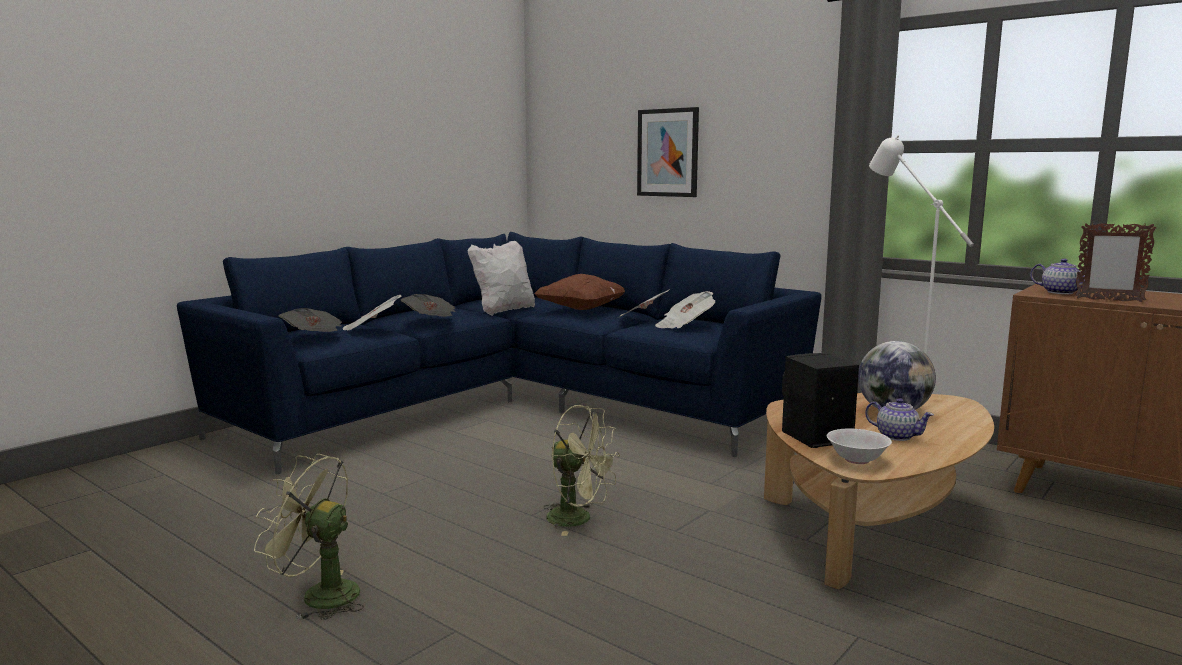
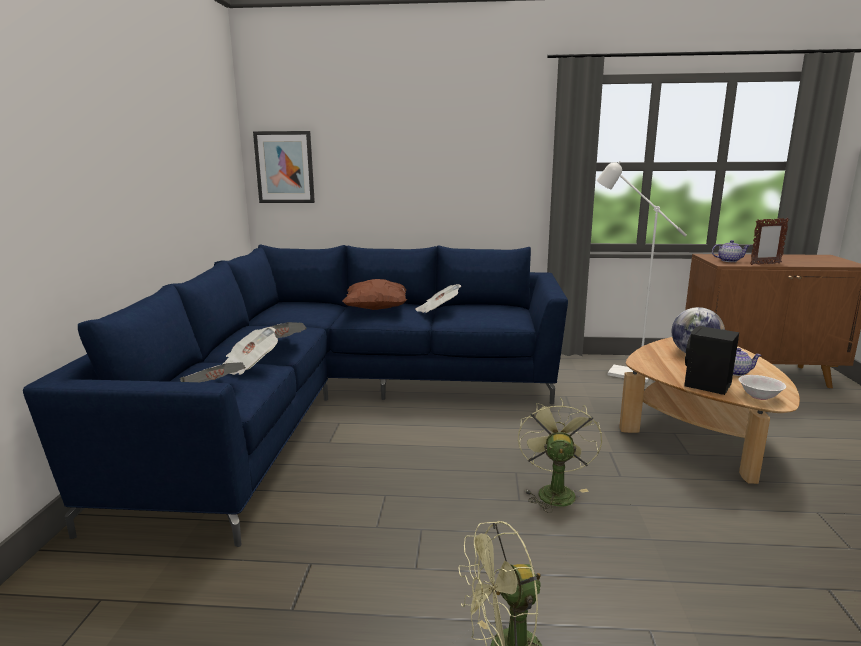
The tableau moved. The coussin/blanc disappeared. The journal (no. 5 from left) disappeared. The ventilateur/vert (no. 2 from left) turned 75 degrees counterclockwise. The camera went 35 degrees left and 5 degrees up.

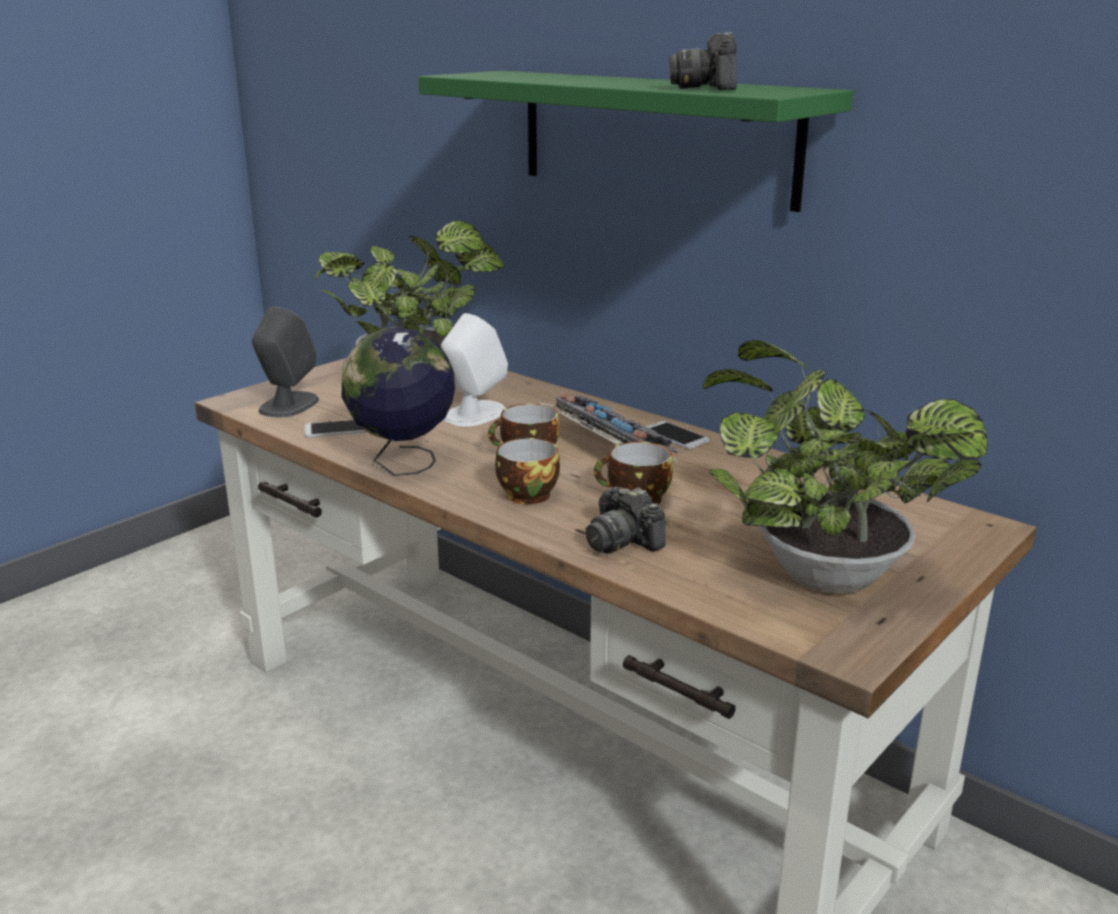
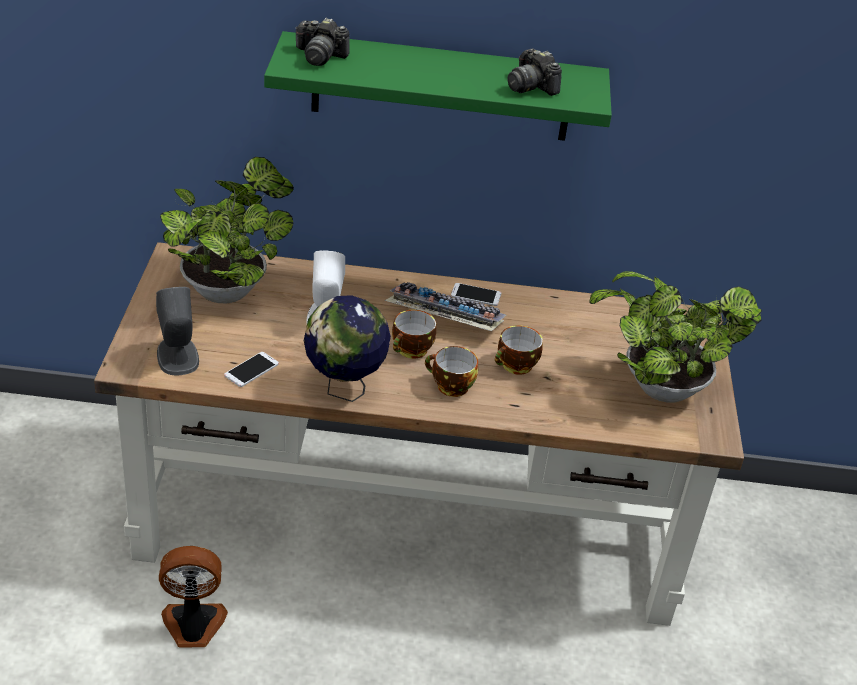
The appareil photo (no. 1 from left) moved. The ventilateur appeared. The camera went 40 degrees left and 15 degrees up.

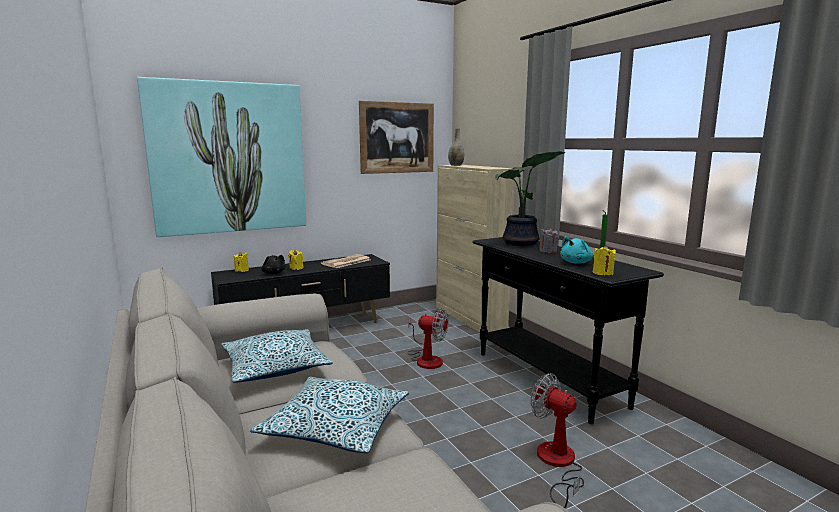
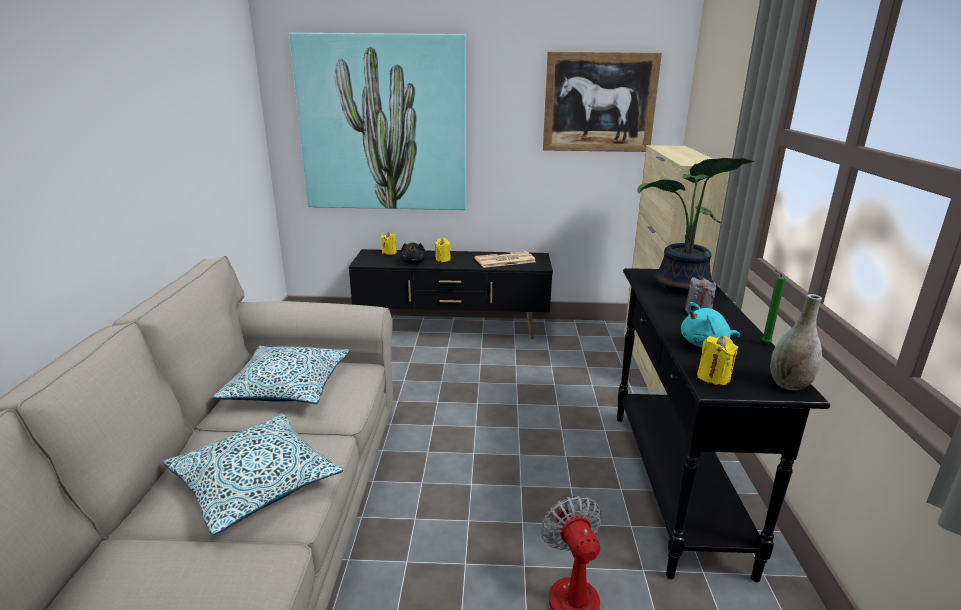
The vase/gris moved. The ventilateur (no. 1 from left) disappeared. The camera went 30 degrees right and 10 degrees up.

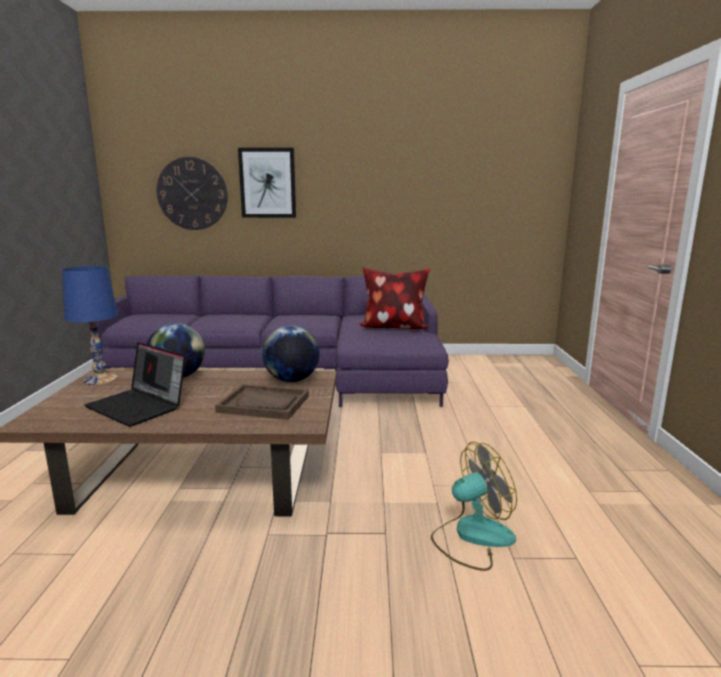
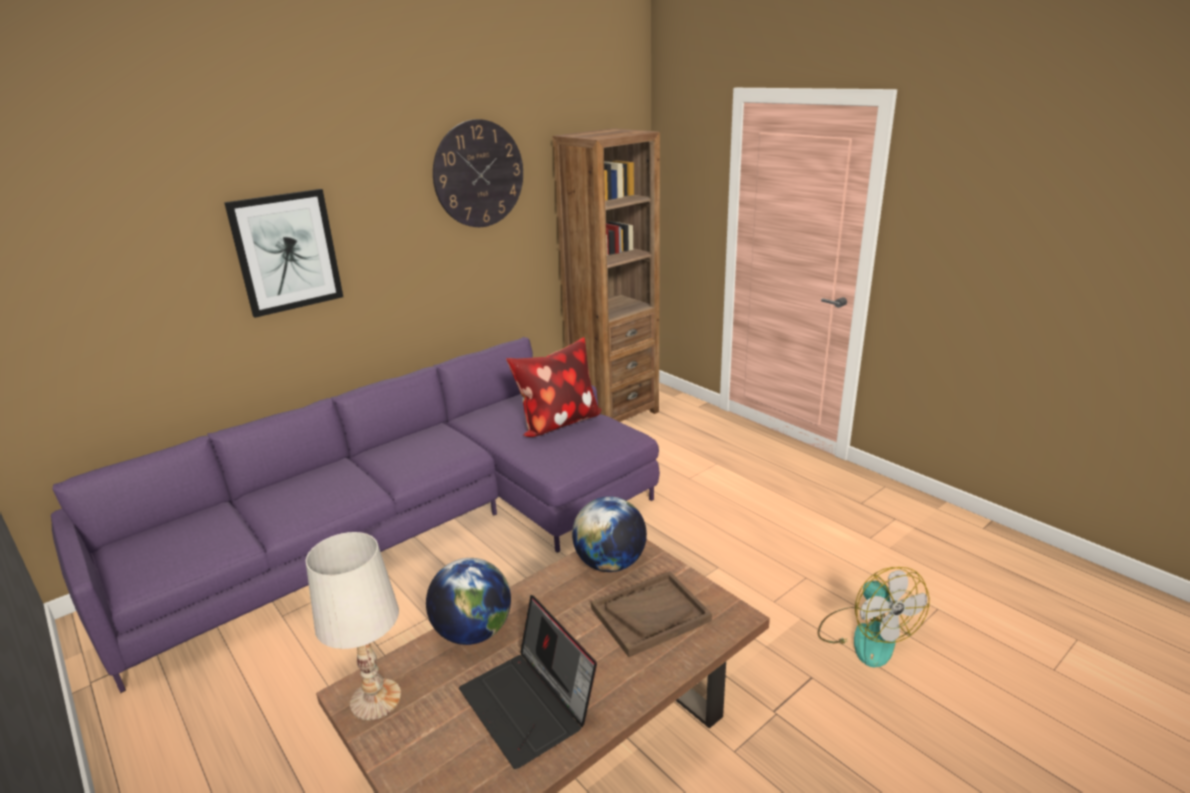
The horloge murale moved. The lampe de table/bleu became the lampe de table/blanc. The ordinateur portable turned 60 degrees clockwise. The ventilateur turned 135 degrees clockwise. The bibliothèque/marron appeared. The camera went 40 degrees left and 10 degrees up.

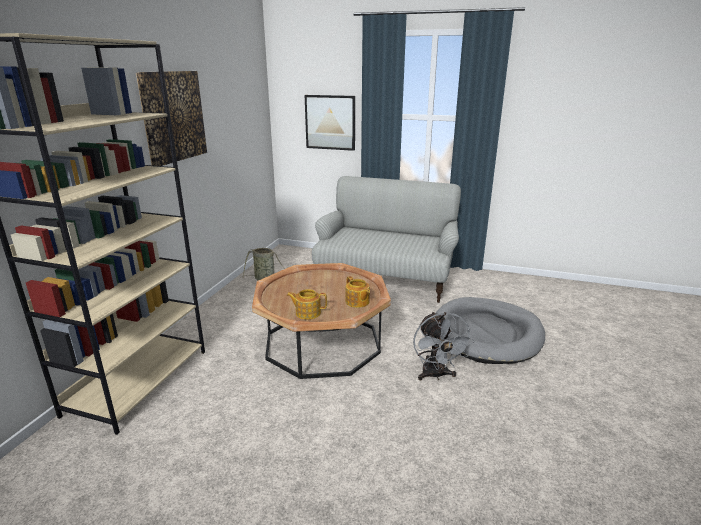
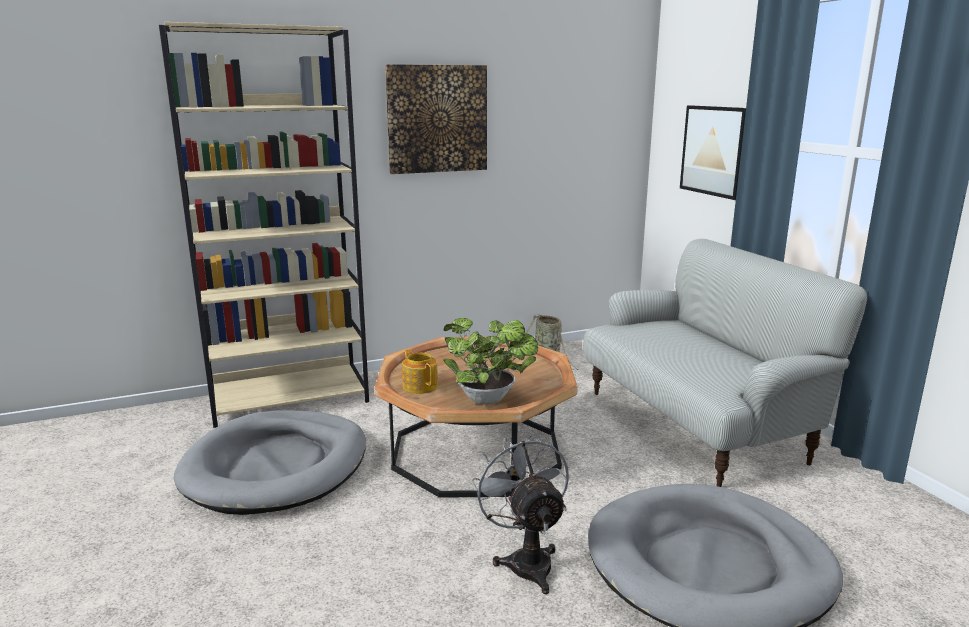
The théière (no. 2 from left) was replaced by the plante en pot. The ventilateur/gris turned 120 degrees clockwise. The panier pour chien/gris (no. 1 from left) appeared. The camera went 50 degrees right and 5 degrees down.

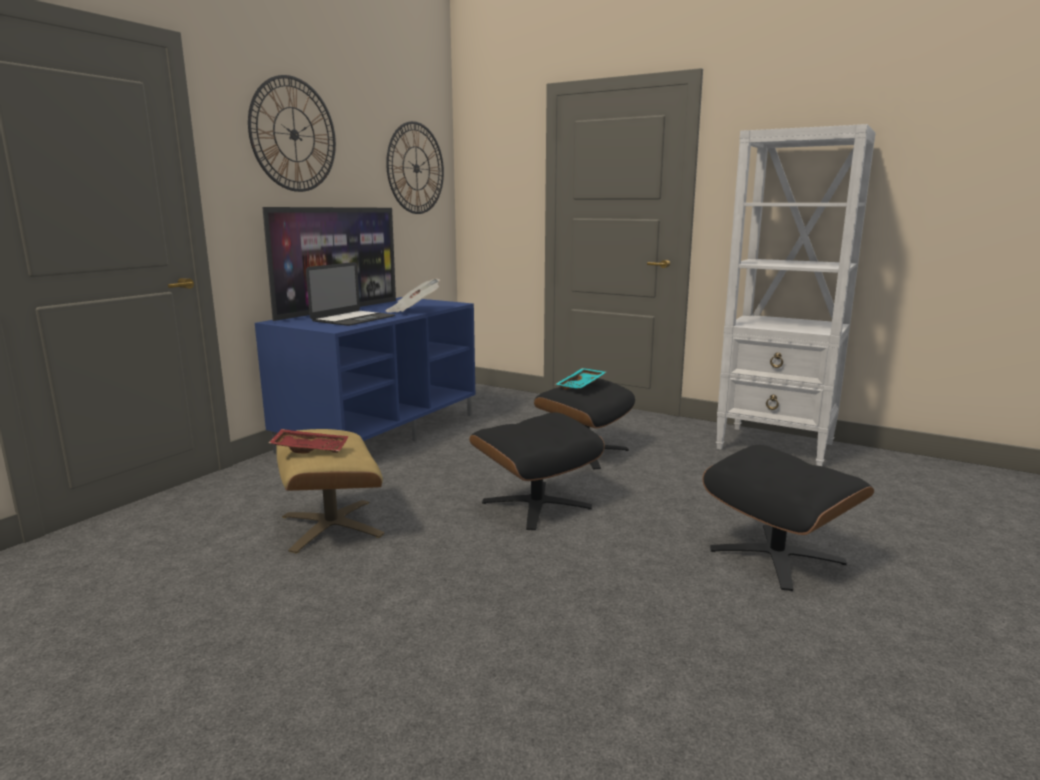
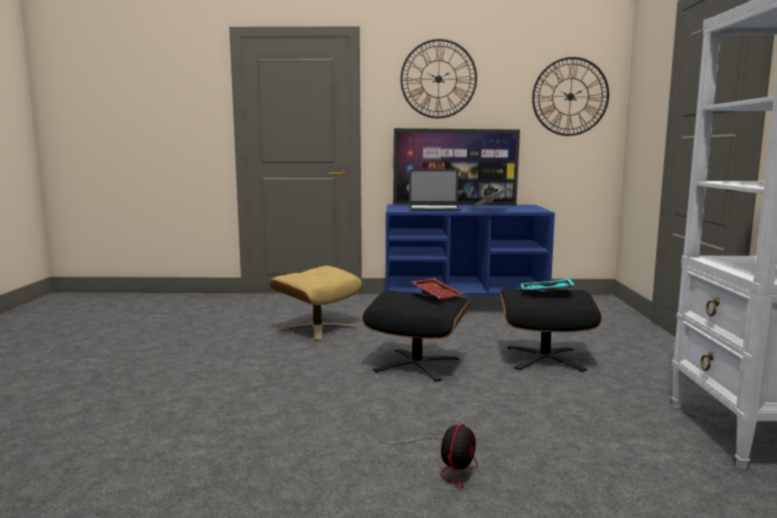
The plateau/rouge moved. The pouf/noir (no. 3 from left) was replaced by the ventilateur. The camera went 60 degrees right and 5 degrees down.

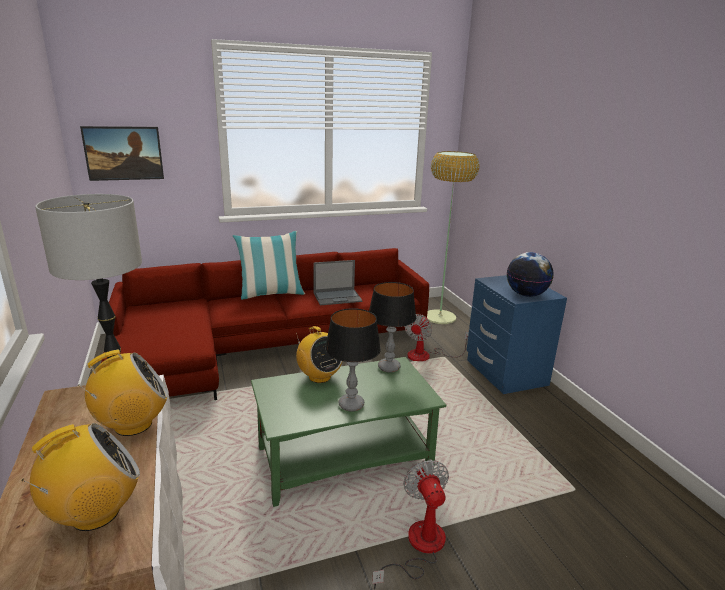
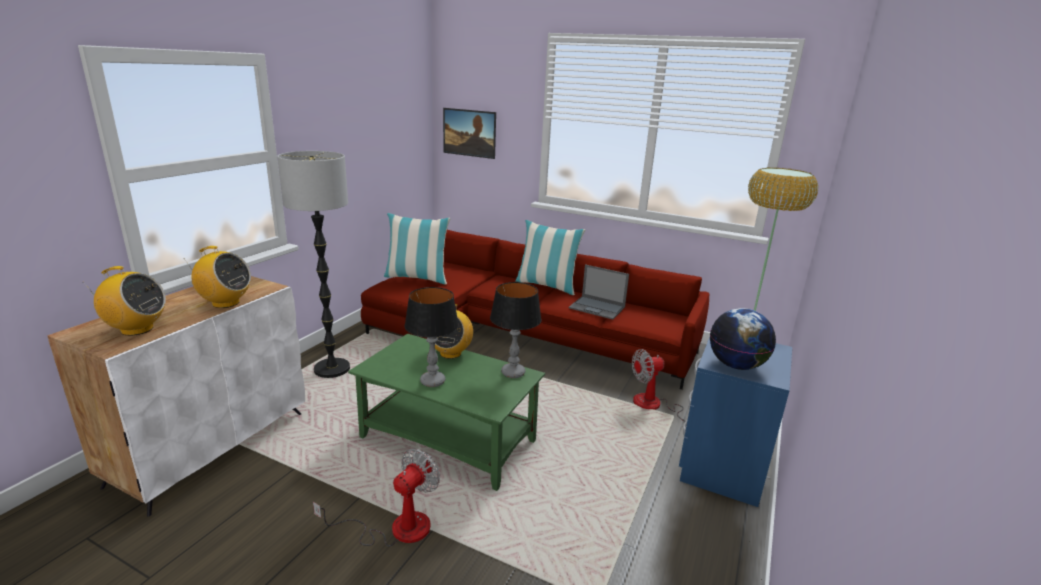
The coussin (no. 1 from left) appeared. The camera went 45 degrees right and 0 degrees up.

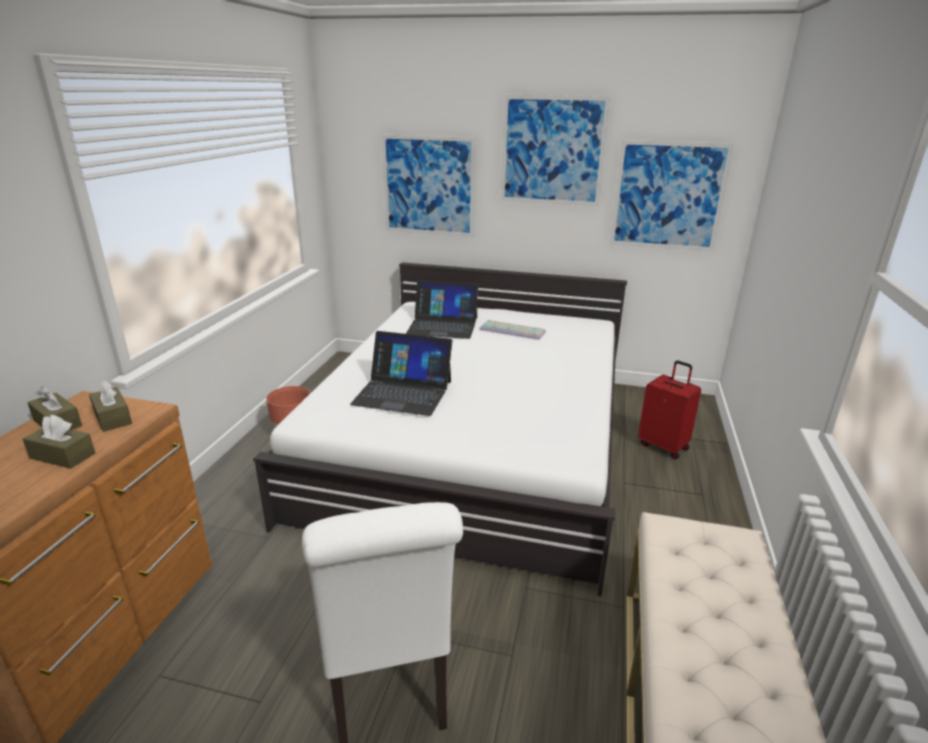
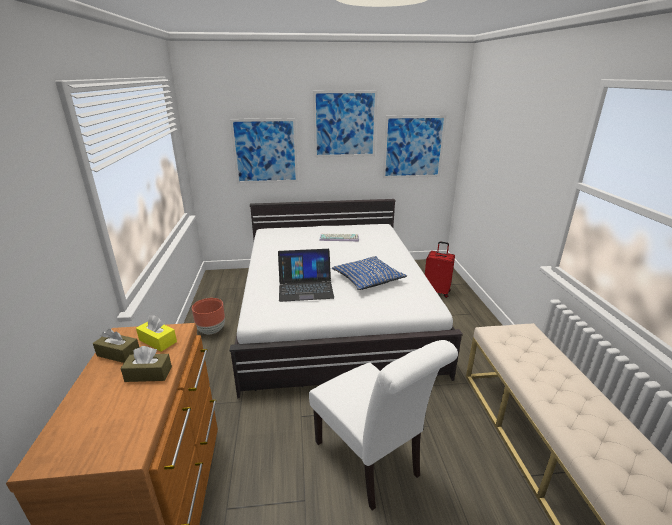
The ordinateur portable (no. 2 from left) disappeared. The boîte à mouchoirs/marron (no. 3 from left) became the boîte à mouchoirs/jaune. The coussin/bleu appeared. The camera went 20 degrees left and 0 degrees up.

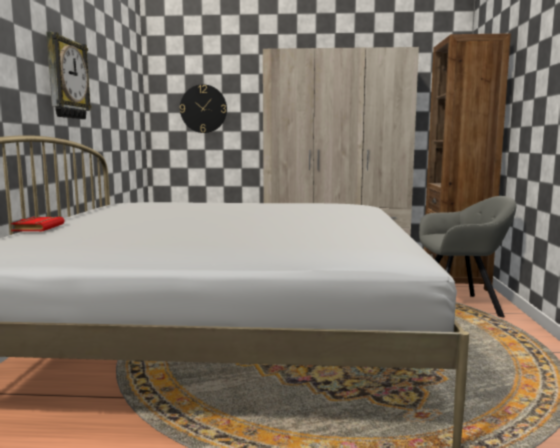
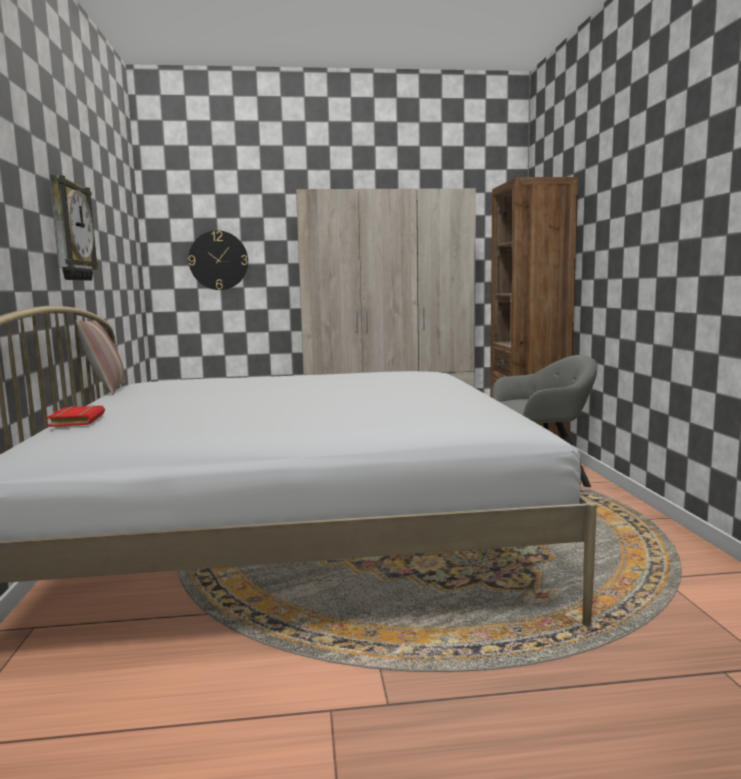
The coussin appeared. The camera went 10 degrees left and 0 degrees up.

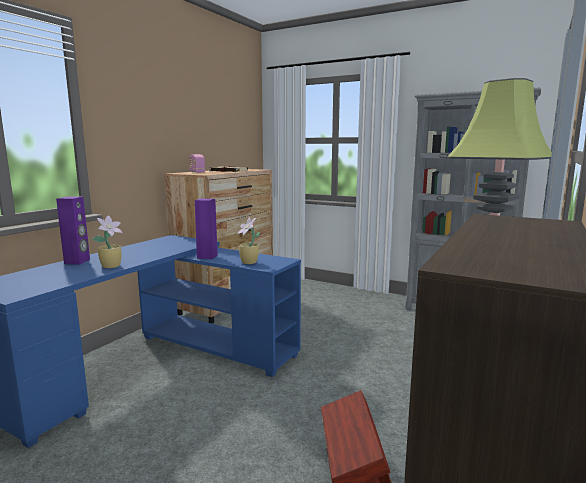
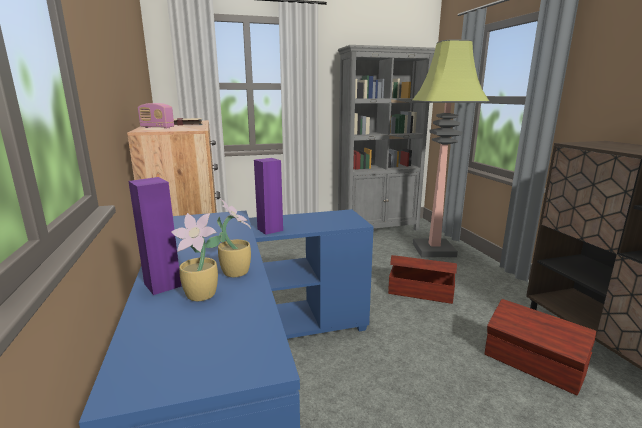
The plante en pot (no. 2 from left in the first image) moved. The boîte de rangement/marron (no. 1 from left) appeared. The camera went 45 degrees left and 5 degrees up.

